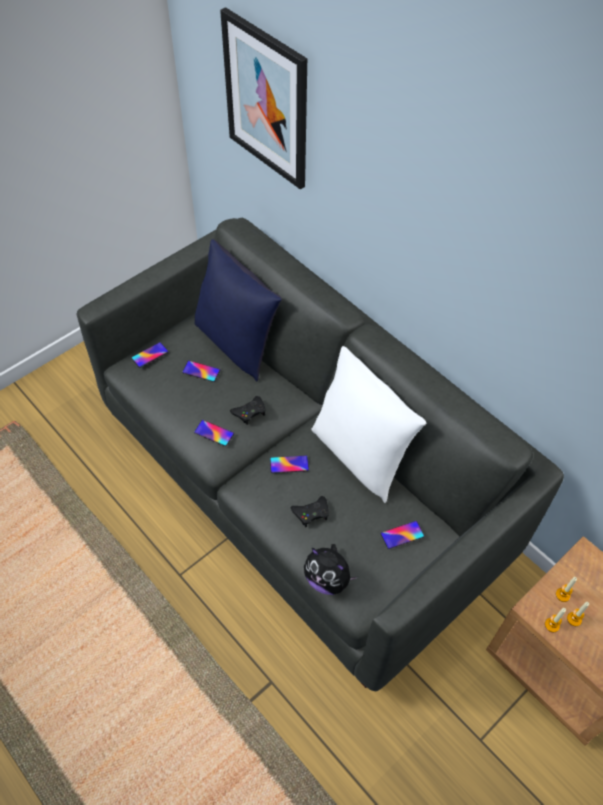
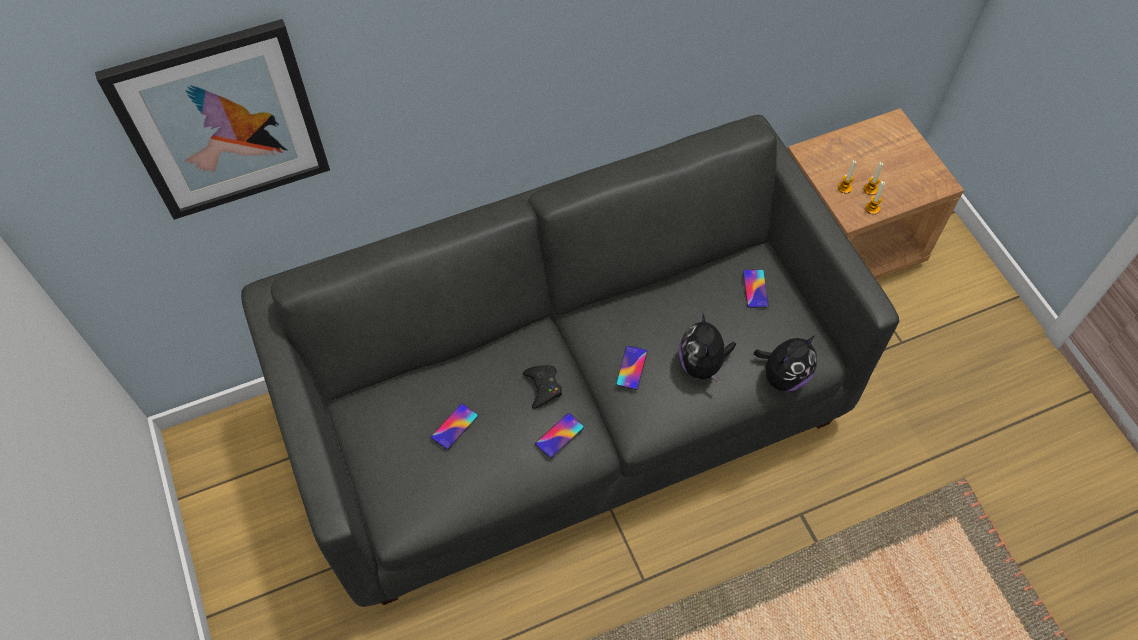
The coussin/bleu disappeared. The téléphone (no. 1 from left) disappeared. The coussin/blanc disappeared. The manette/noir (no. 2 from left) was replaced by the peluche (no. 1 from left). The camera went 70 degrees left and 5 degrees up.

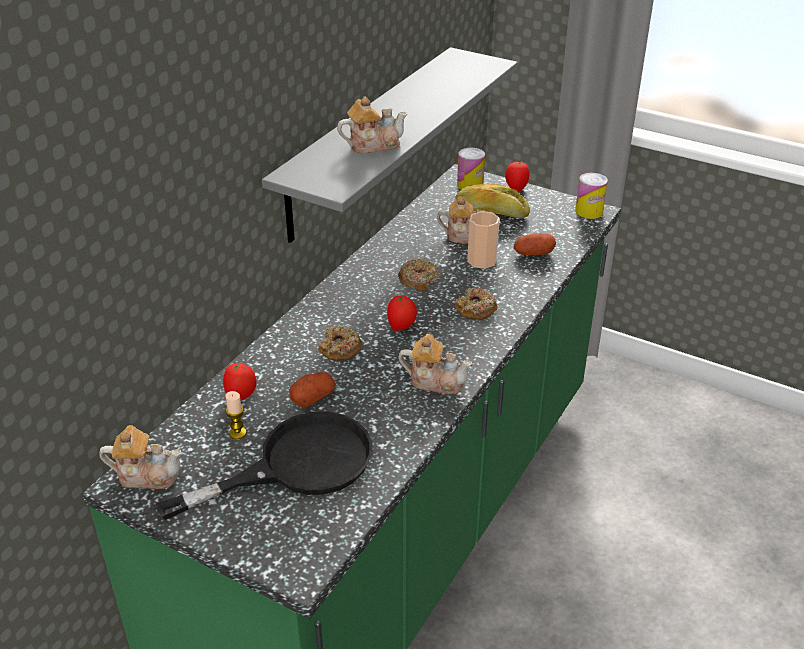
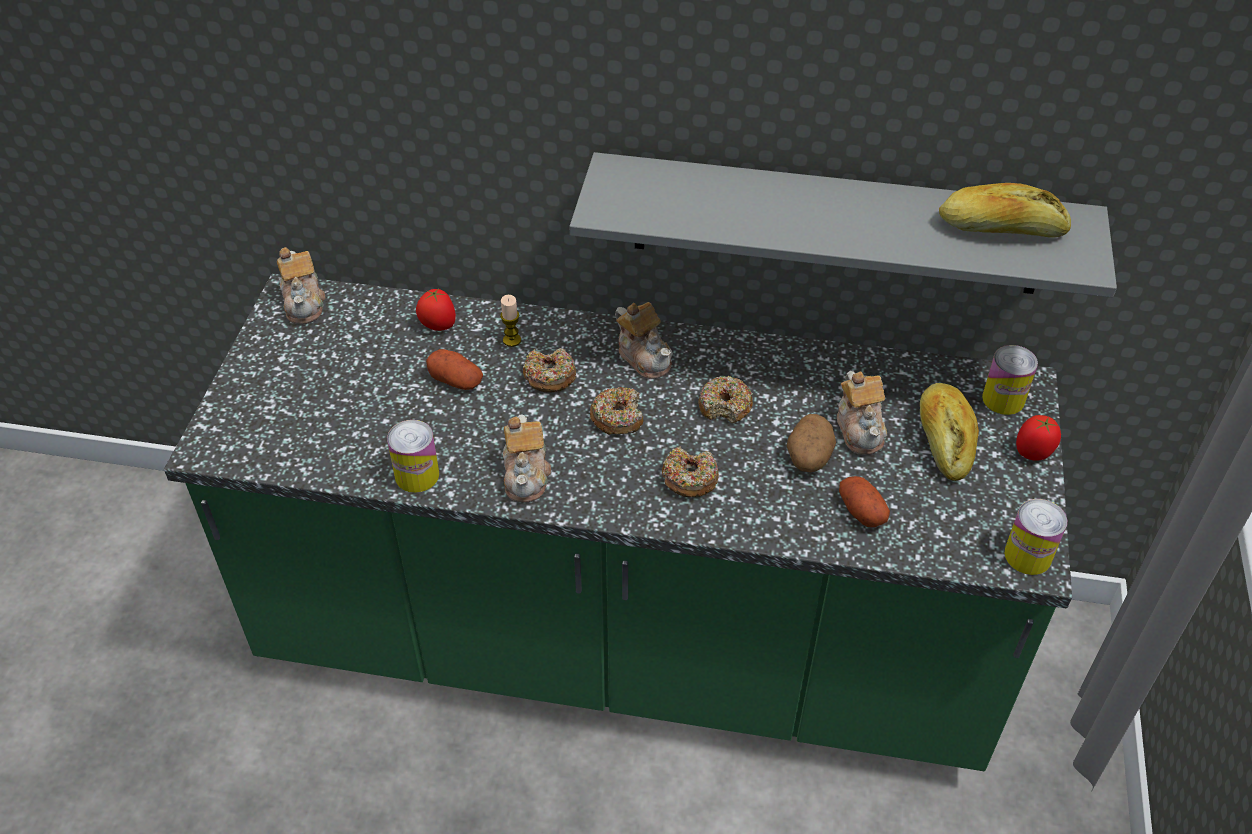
The théière (no. 2 from left in the first image) moved. The tasse was replaced by the pomme de terre (no. 2 from left). The tomate (no. 2 from left) was replaced by the beignet (no. 2 from left). The bougie moved. The poêle/noir disappeared. The pain (no. 2 from left) appeared. The boîte métallique (no. 1 from left) appeared. The camera went 70 degrees right and 10 degrees up.

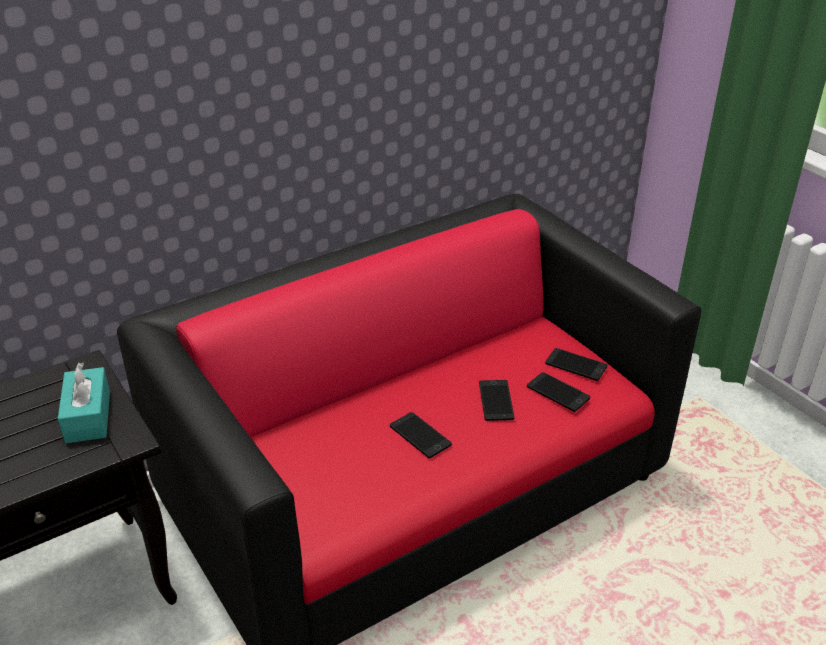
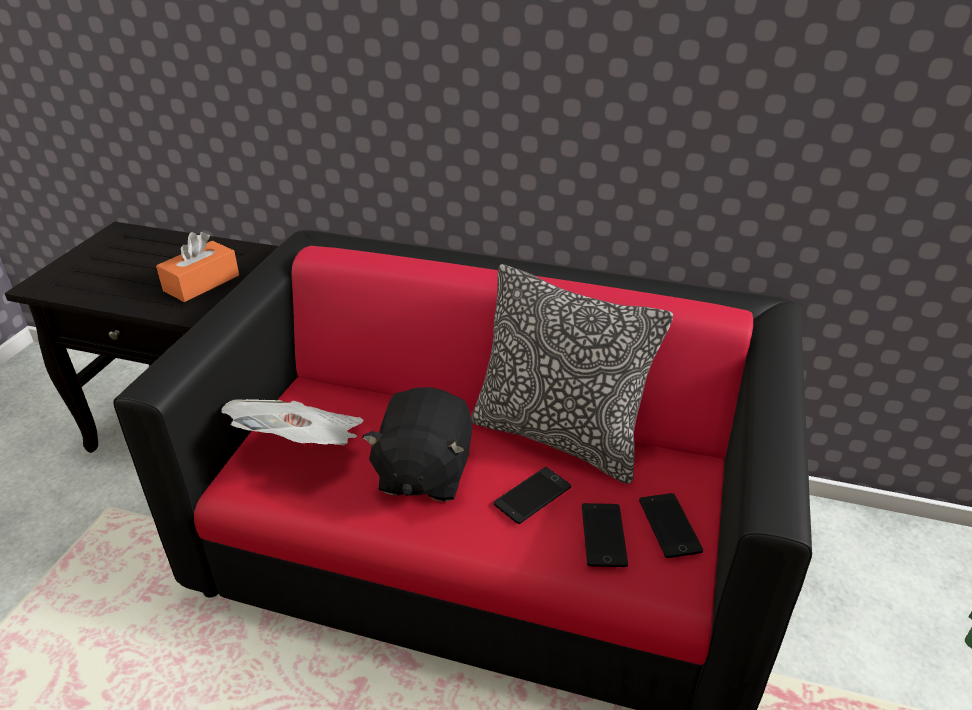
The boîte à mouchoirs/turquoise became the boîte à mouchoirs/orange. The téléphone (no. 1 from left) was replaced by the peluche/noir. The coussin appeared. The journal appeared. The camera went 50 degrees right and 0 degrees up.

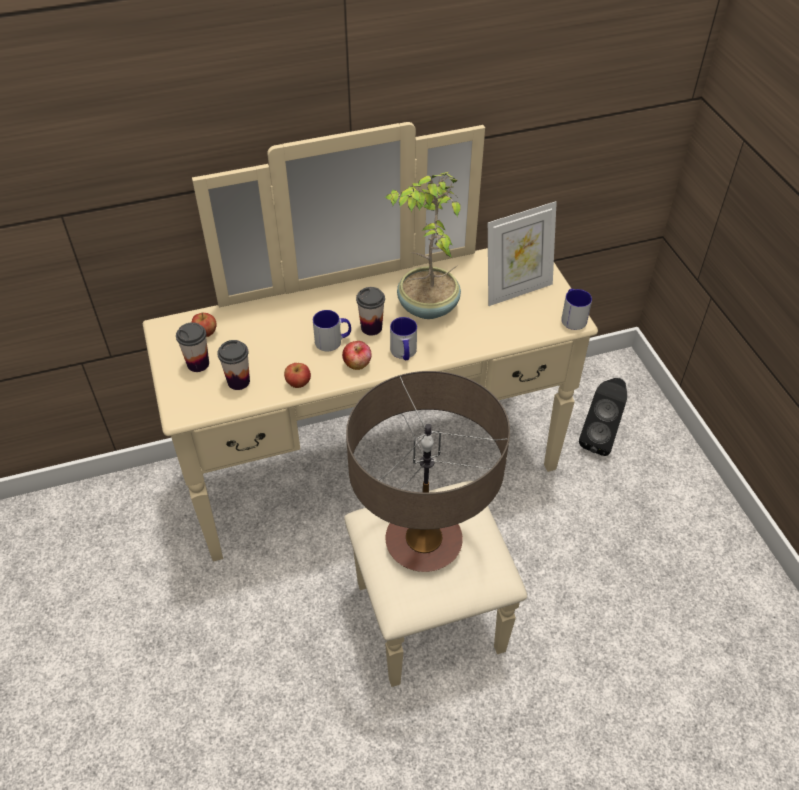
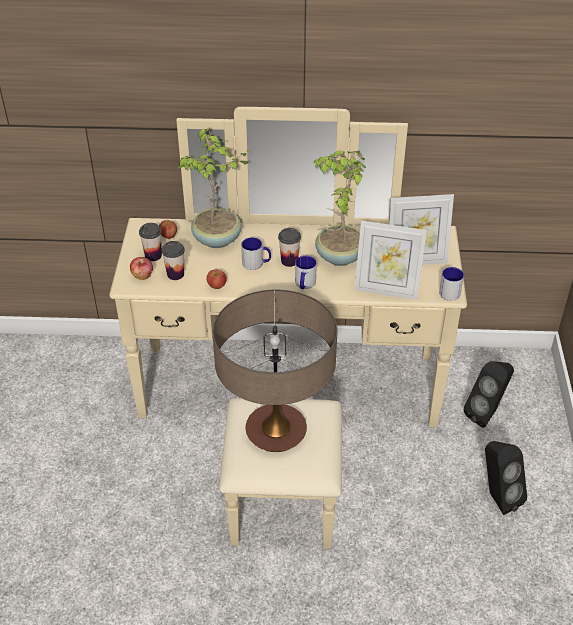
The pomme (no. 3 from left in the first image) moved. The plante en pot (no. 1 from left) appeared. The cadre photo (no. 1 from left) appeared. The enceinte/noir (no. 2 from left) appeared. The camera went 20 degrees right and 5 degrees down.

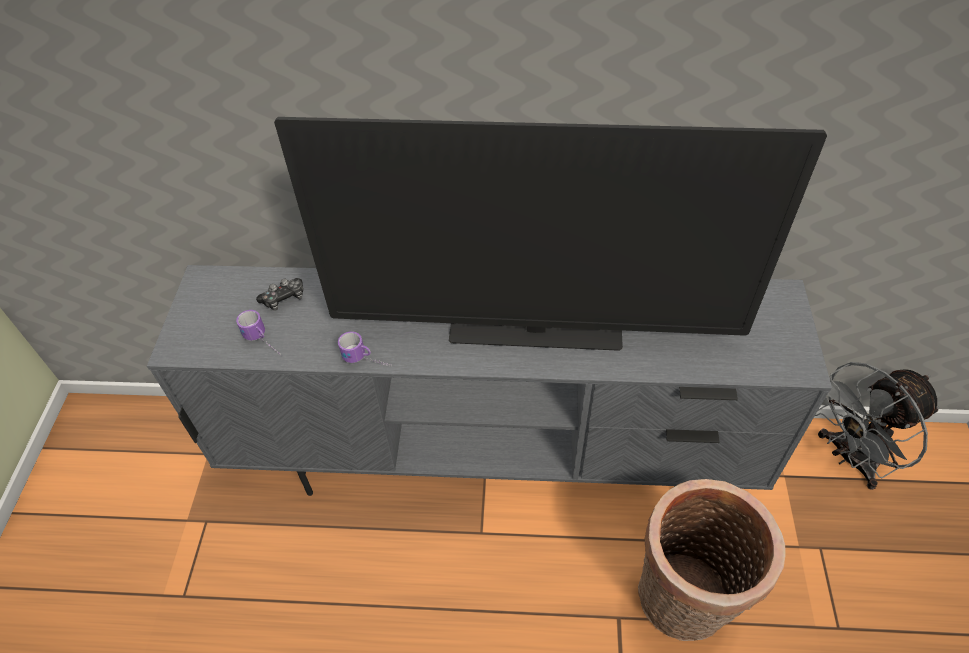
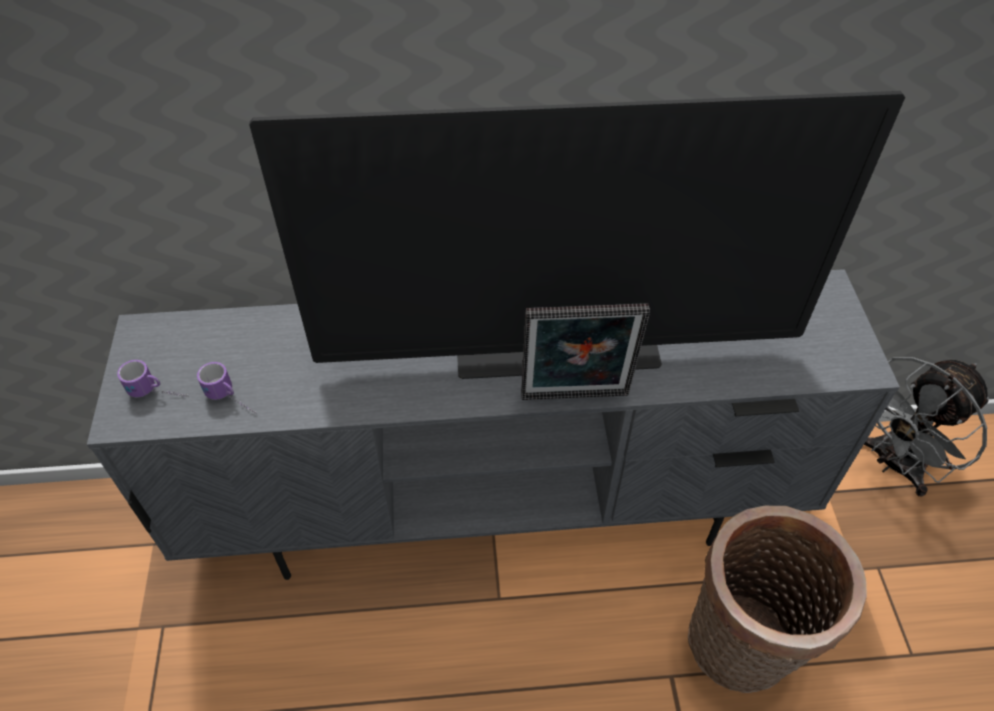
The manette disappeared. The mug (no. 2 from left in the first image) moved. The cadre photo appeared. The camera went 10 degrees left and 0 degrees up.

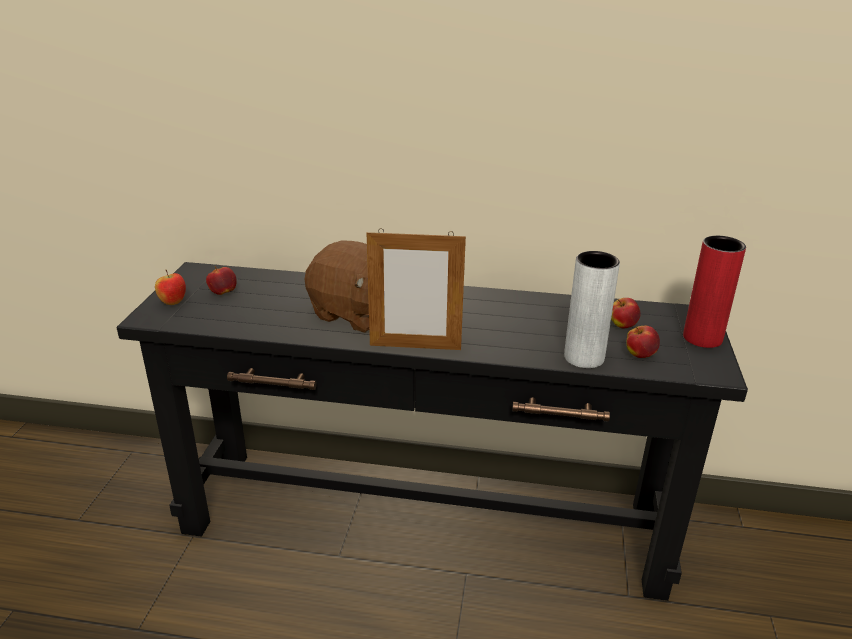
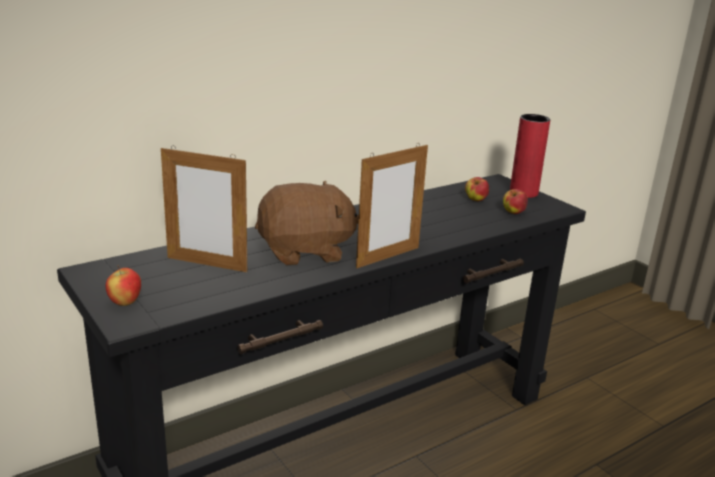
The vase/gris disappeared. The pomme (no. 2 from left) disappeared. The cadre photo (no. 1 from left) appeared. The camera went 45 degrees left and 5 degrees down.

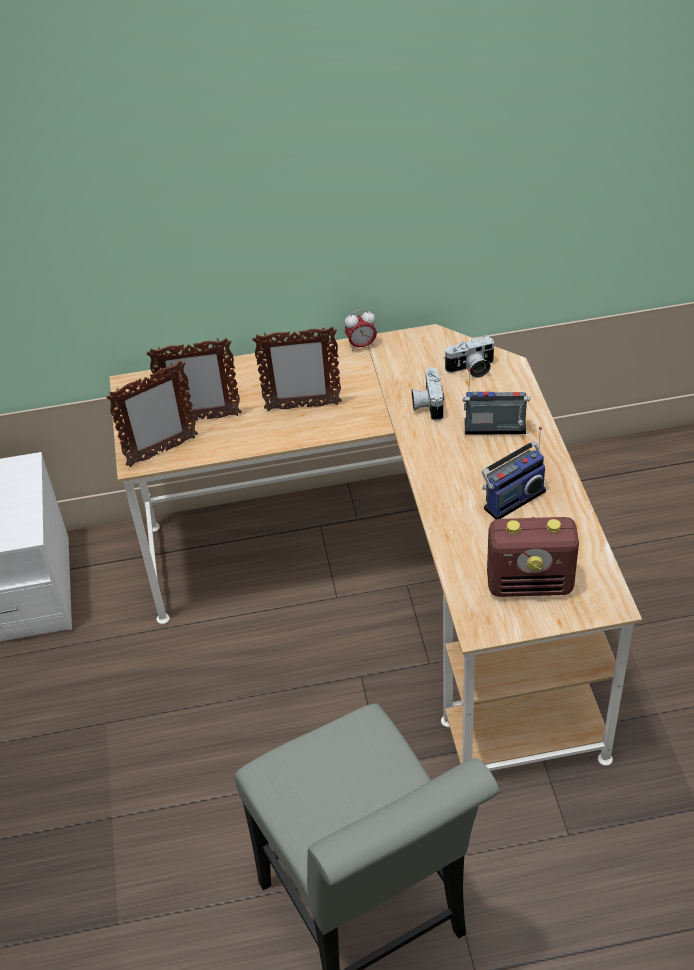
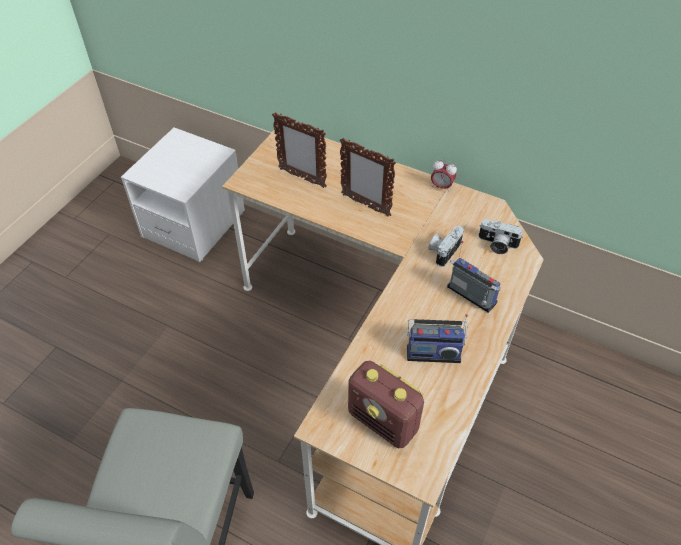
The cadre photo (no. 1 from left) disappeared. The camera went 35 degrees right and 5 degrees up.

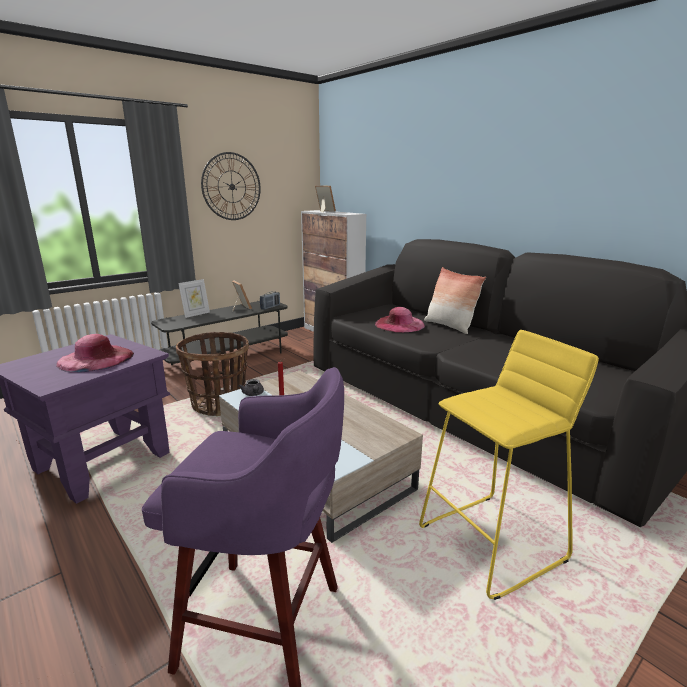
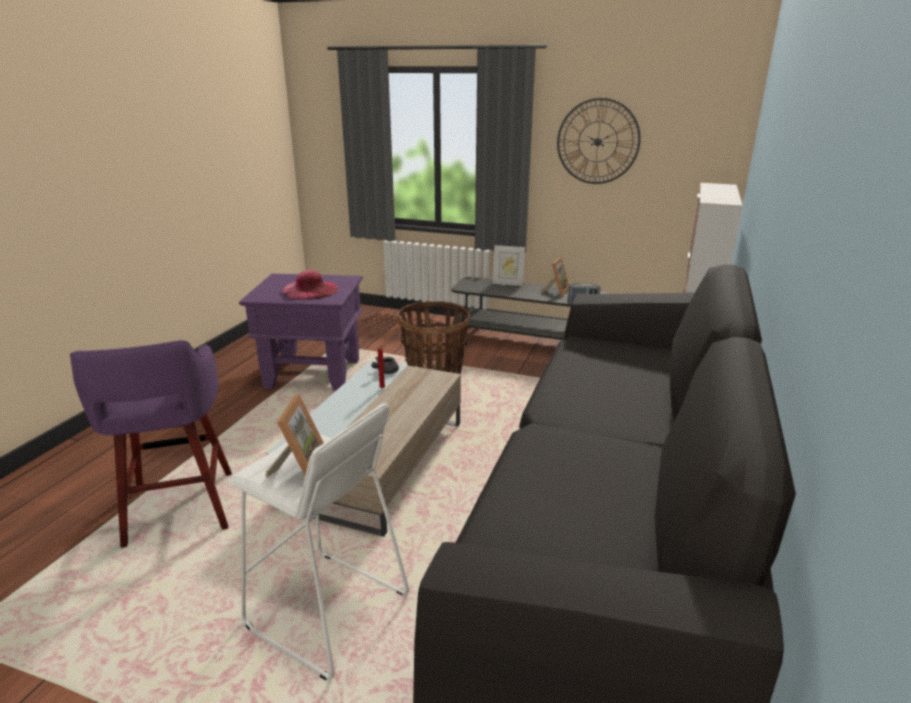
The cadre photo (no. 3 from left in the first image) moved. The coussin disappeared. The chapeau/rose (no. 2 from left) disappeared. The tabouret/jaune became the tabouret/blanc. The camera went 60 degrees right and 5 degrees up.

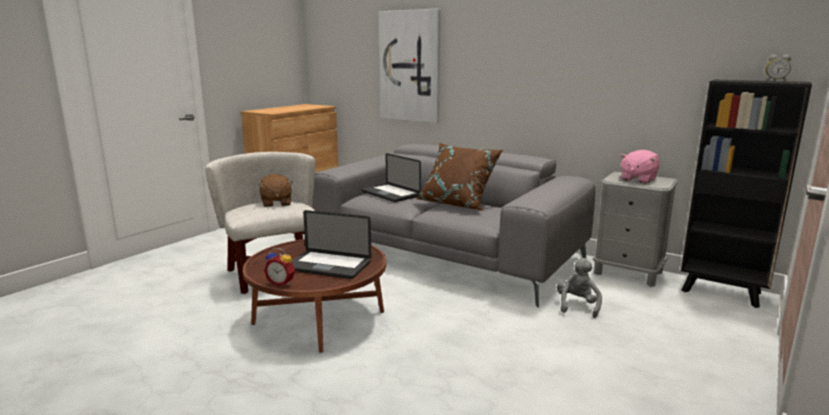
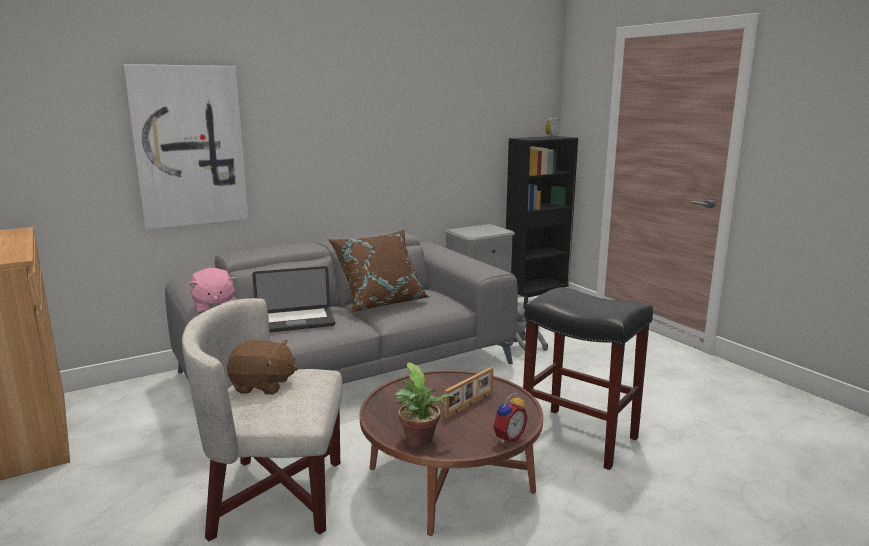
The peluche/rose moved. The ordinateur portable (no. 1 from left) was replaced by the cadre photo. The tabouret/noir appeared. The plante en pot appeared. The camera went 65 degrees left and 0 degrees up.

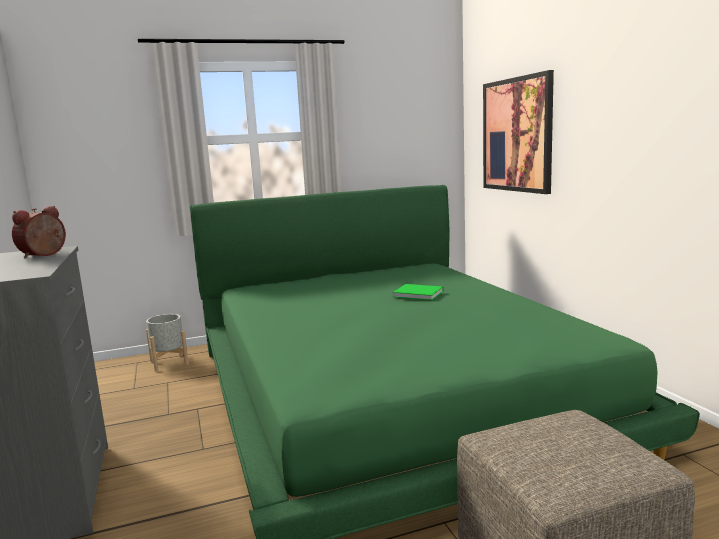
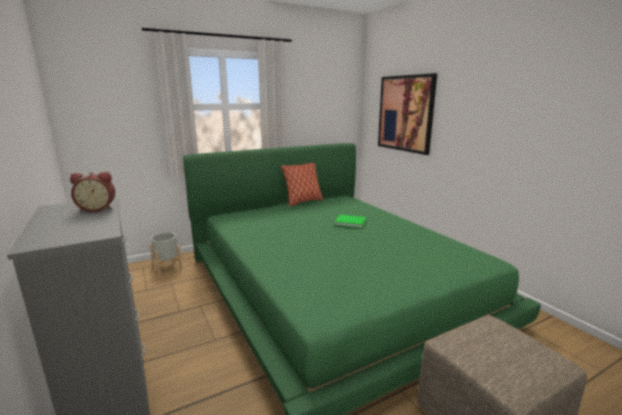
The réveil turned 120 degrees counterclockwise. The coussin appeared. The camera went 10 degrees left and 5 degrees up.

